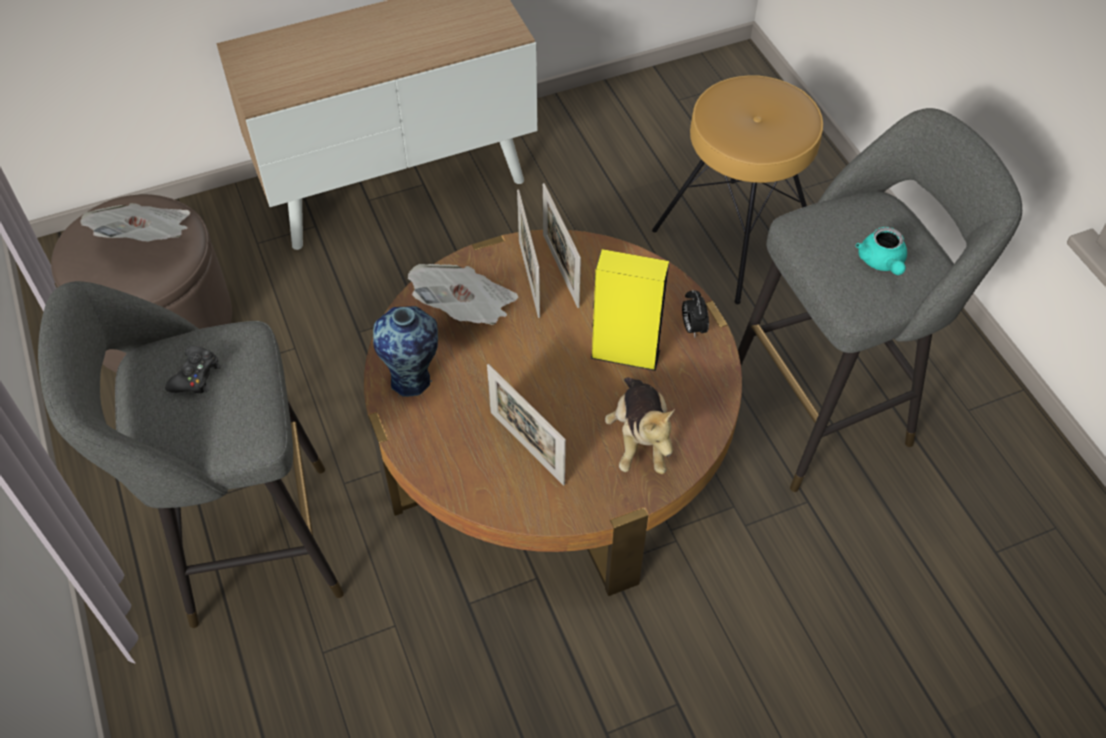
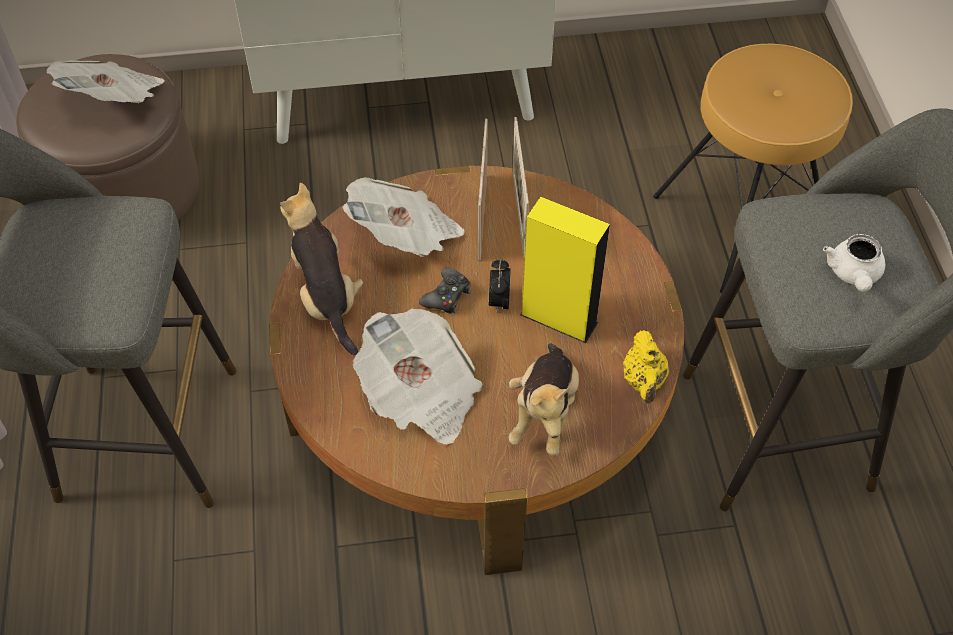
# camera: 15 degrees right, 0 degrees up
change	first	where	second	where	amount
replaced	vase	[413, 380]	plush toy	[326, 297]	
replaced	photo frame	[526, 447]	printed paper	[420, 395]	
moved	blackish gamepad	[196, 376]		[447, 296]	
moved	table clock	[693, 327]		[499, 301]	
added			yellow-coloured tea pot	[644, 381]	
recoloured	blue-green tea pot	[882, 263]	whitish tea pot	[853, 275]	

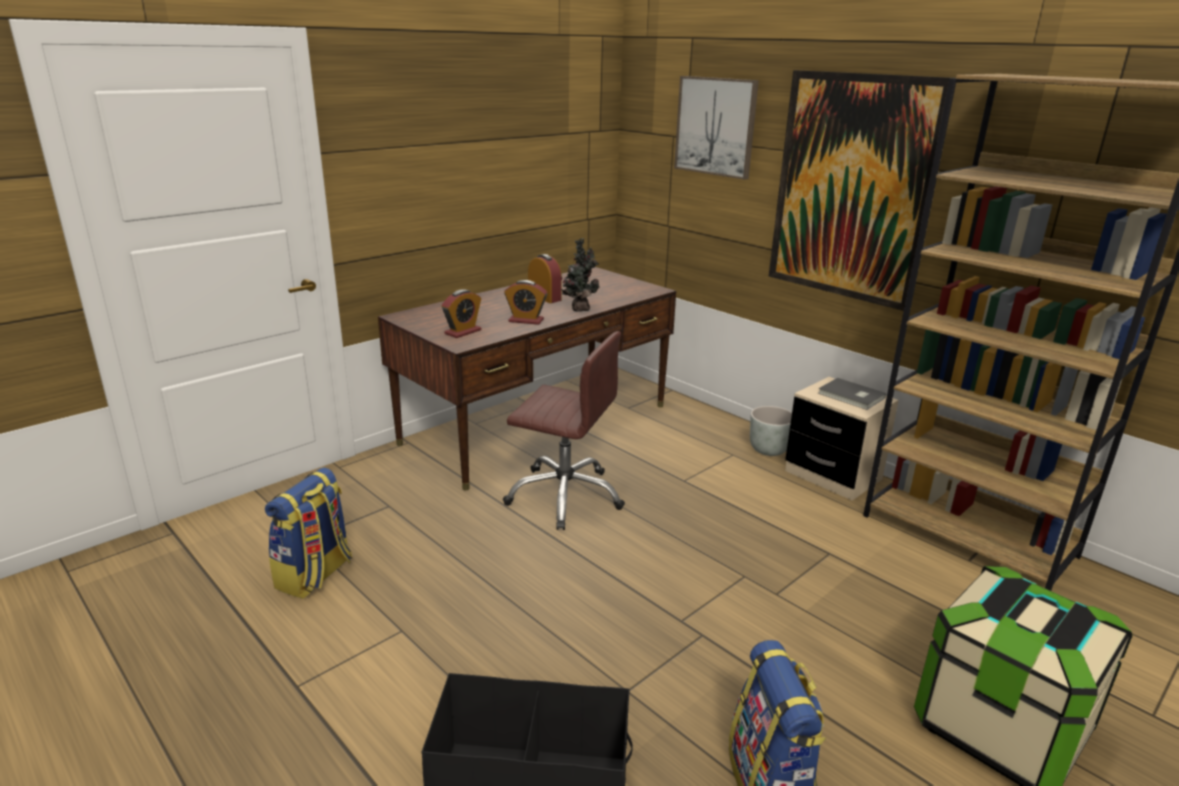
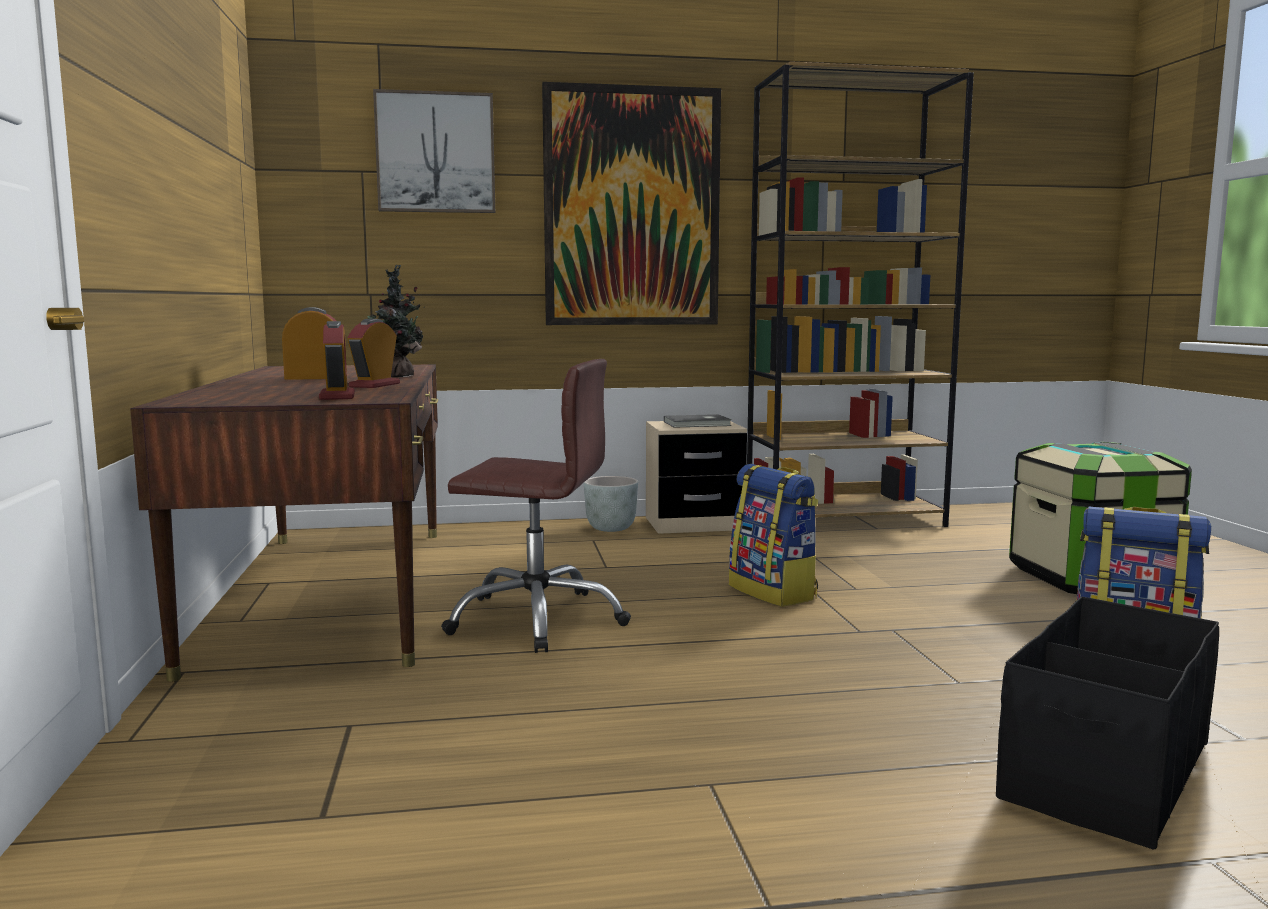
# camera: 55 degrees left, 15 degrees down
change	first	where	second	where	amount
turned	table clock	[526, 320]		[375, 385]	150 degrees clockwise
turned	brownish computer chair	[565, 496]		[537, 619]	45 degrees clockwise
moved	knapsack	[315, 575]		[774, 592]	

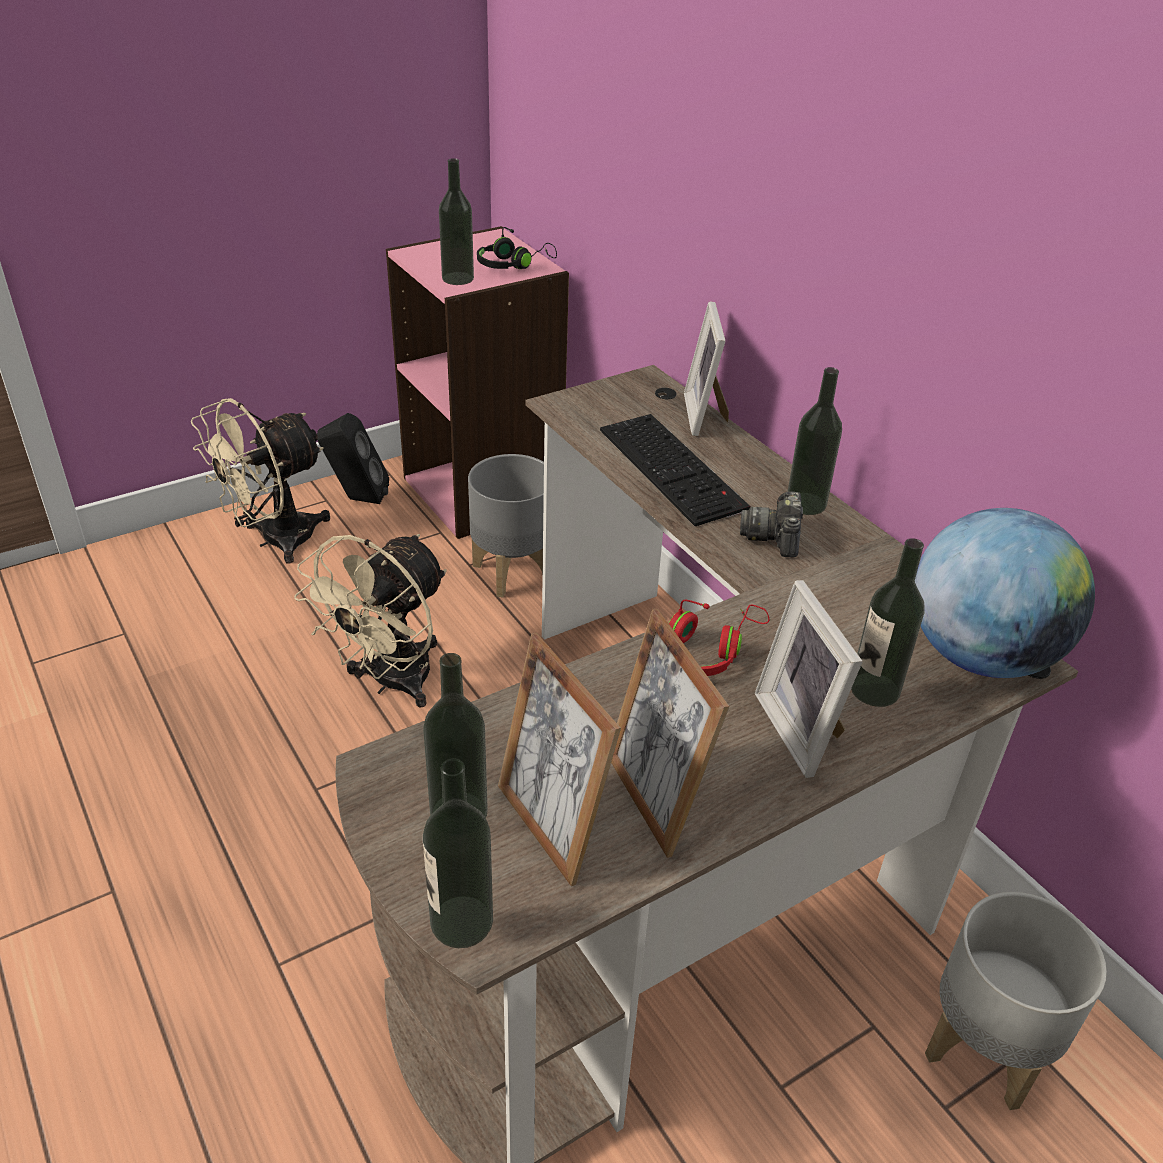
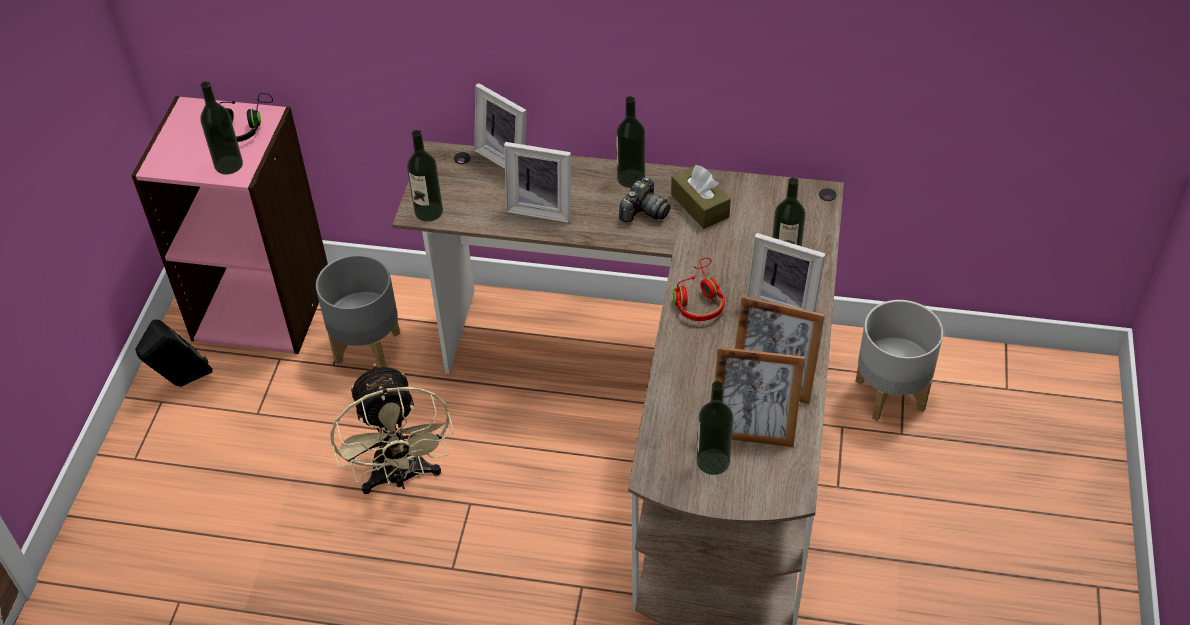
# camera: 45 degrees left, 10 degrees up
change	first	where	second	where	amount
moved	drink bottle	[461, 921]		[428, 211]	
replaced	keyboard	[674, 469]	photo frame	[541, 207]	
turned	still camera	[774, 537]		[644, 211]	105 degrees counterclockwise
added			brownish box of tissues	[700, 206]	
removed	beige cooling fan	[275, 541]			
removed	desk globe	[980, 655]			

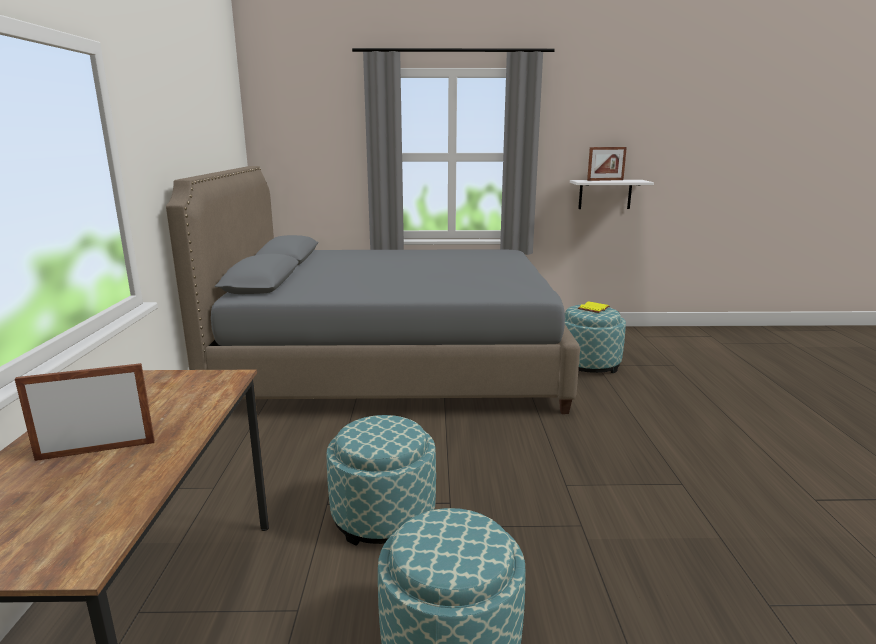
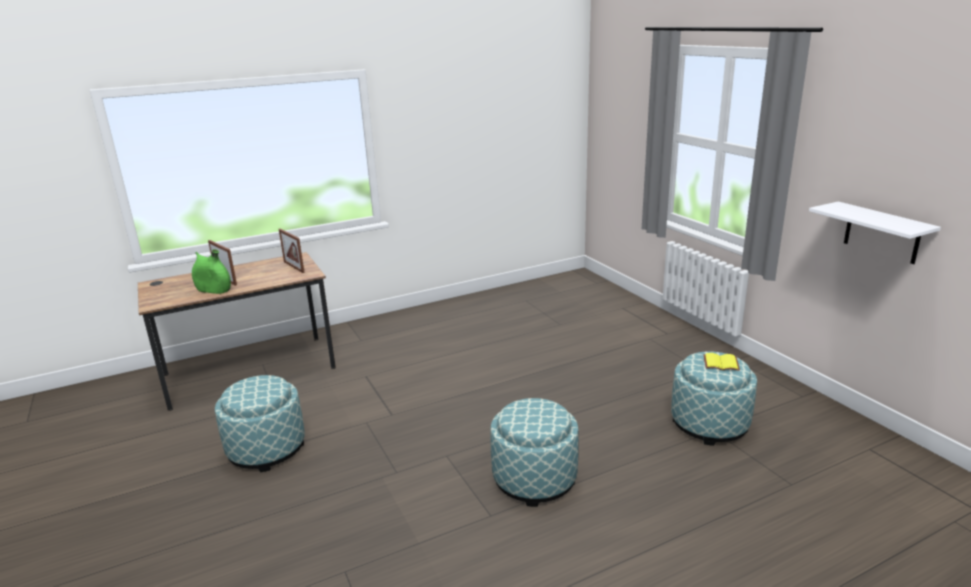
# camera: 65 degrees right, 5 degrees up
change	first	where	second	where	amount
added			green vase	[213, 290]	
moved	photo frame	[605, 180]		[294, 267]	
moved	footrest	[383, 515]		[534, 479]	
removed	grey sleeping bed	[393, 365]			

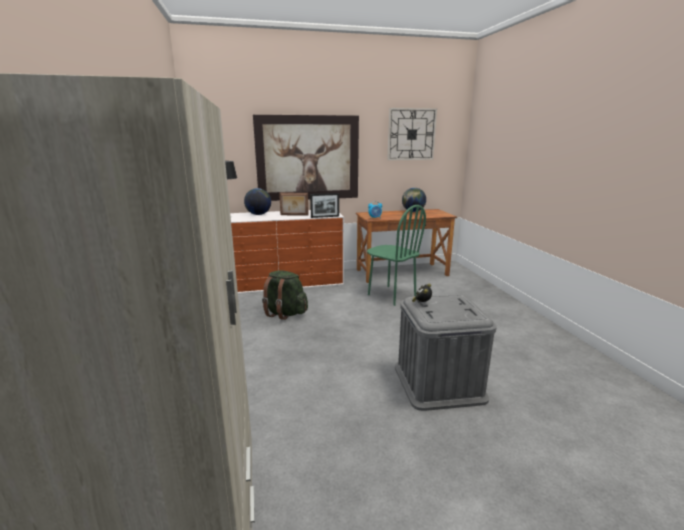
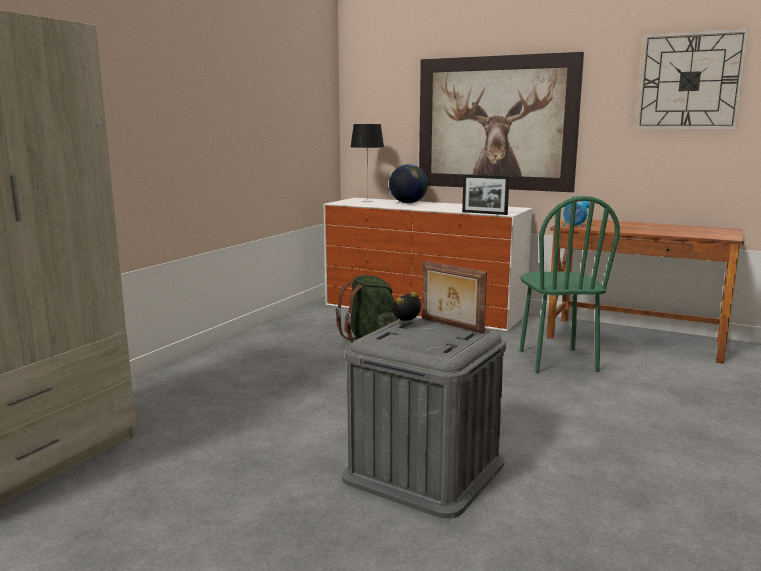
# camera: 40 degrees right, 5 degrees down
change	first	where	second	where	amount
moved	photo frame	[294, 215]		[451, 326]	
removed	desk globe	[413, 211]			

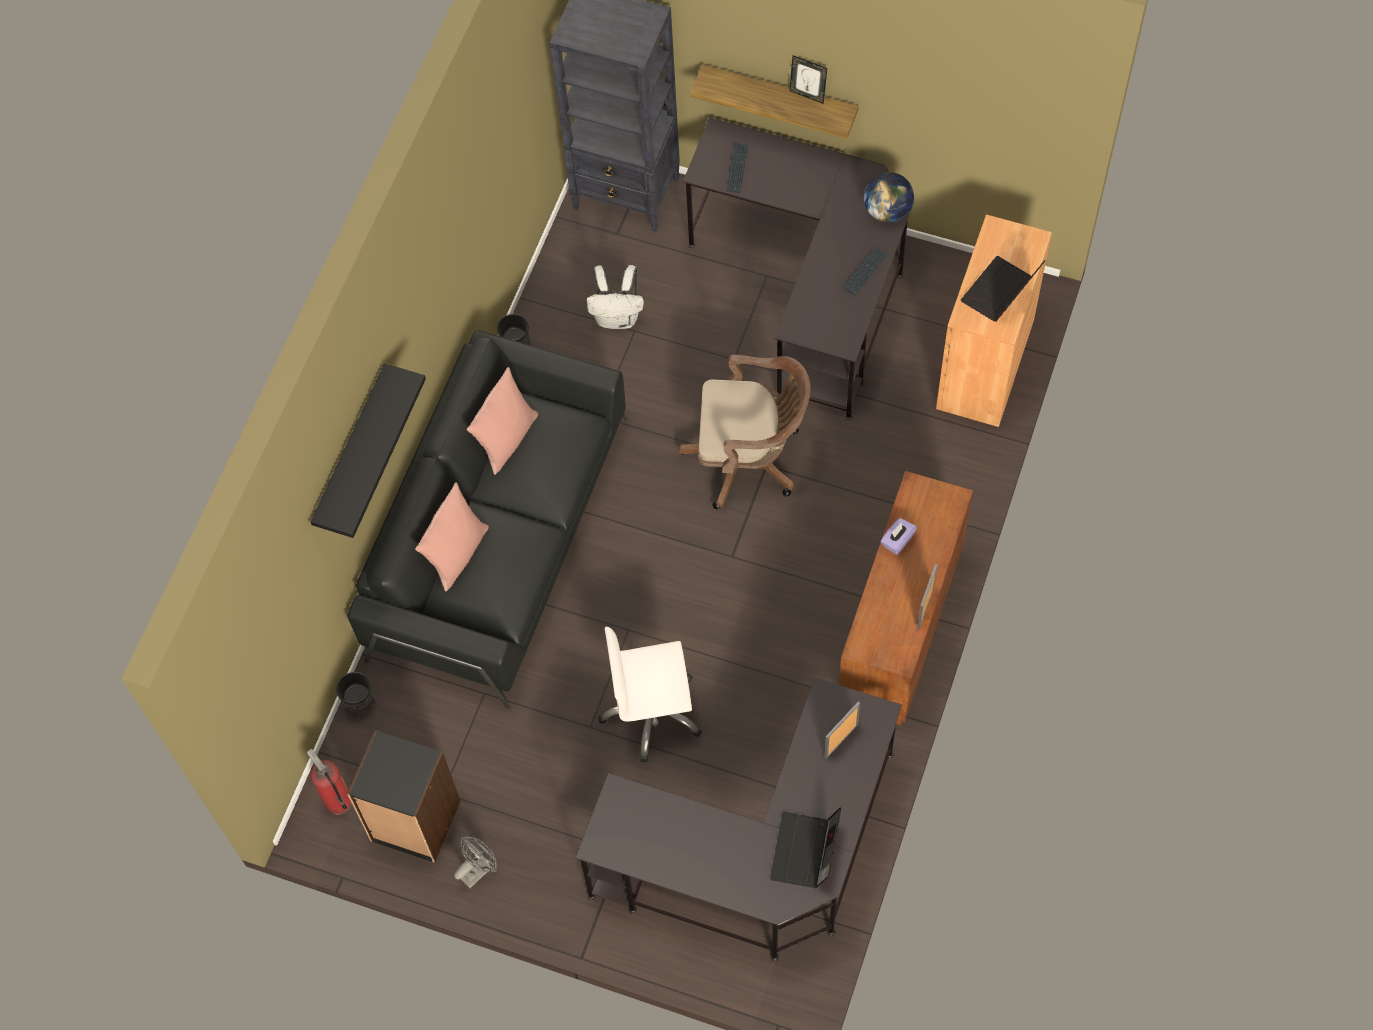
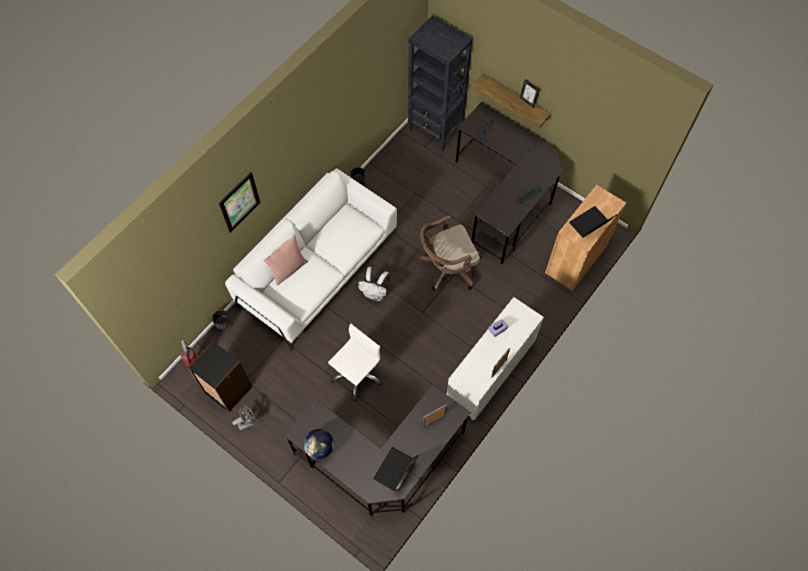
# camera: 15 degrees right, 0 degrees up
change	first	where	second	where	amount
replaced	blackish bracket shelf	[351, 451]	picture	[239, 202]	
recoloured	blackish settee	[499, 537]	whitish settee	[317, 269]	
moved	desk globe	[887, 211]		[320, 447]	
turned	whitish computer chair	[652, 713]		[357, 374]	120 degrees clockwise
moved	whitish knapsack	[618, 317]		[375, 293]	
turned	brownish computer chair	[749, 458]		[447, 268]	135 degrees clockwise
recoloured	brownish cupboard	[901, 631]	whitish cupboard	[490, 374]	
removed	pinkish pillow	[506, 439]			

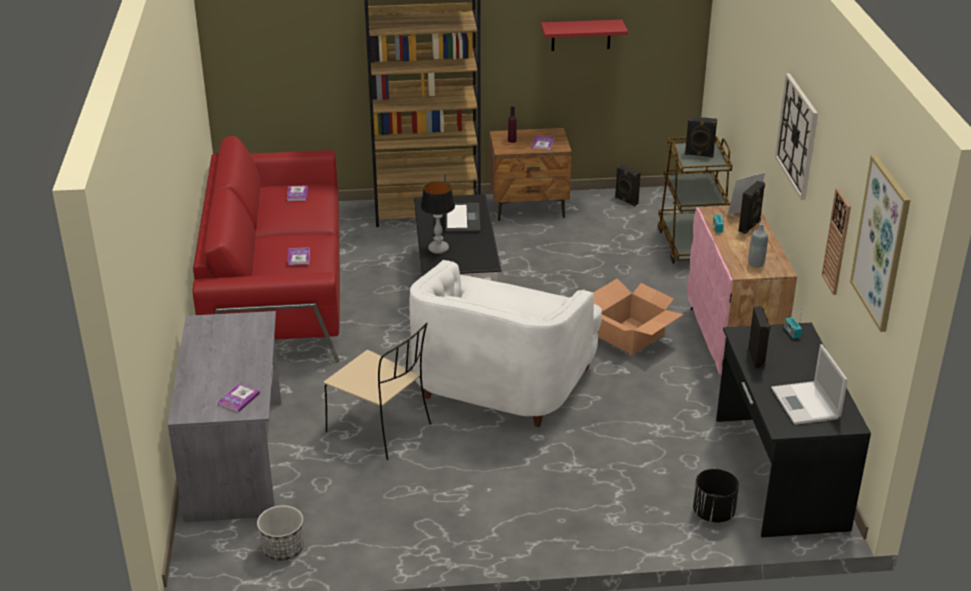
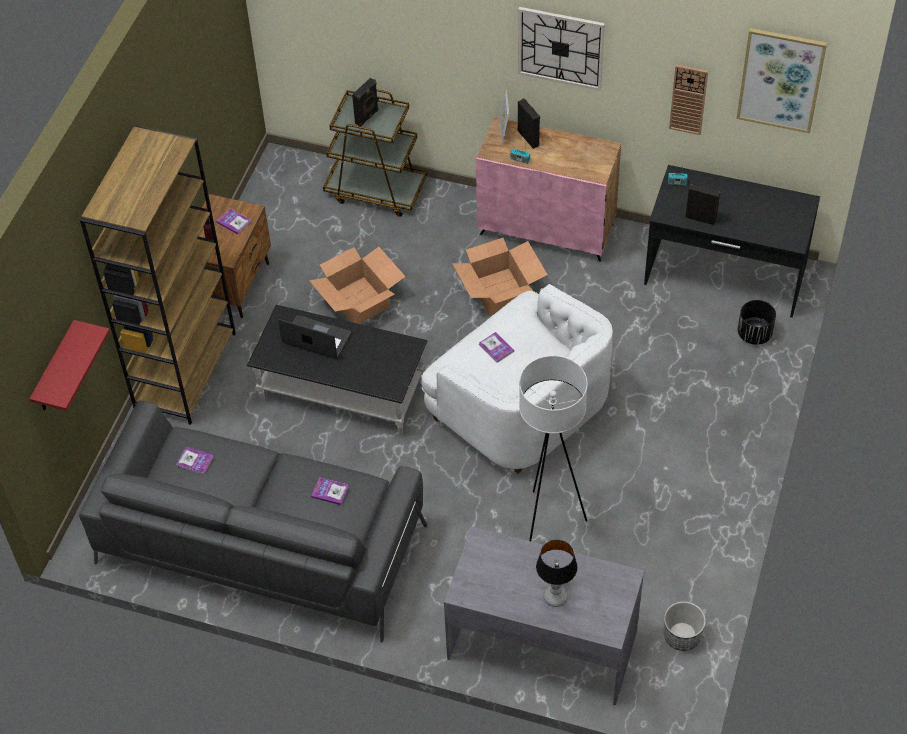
# camera: 65 degrees left, 20 degrees up
change	first	where	second	where	amount
moved	reddish bracket shelf	[581, 35]		[55, 370]	
recoloured	reddish settee	[277, 287]	grey settee	[261, 544]	
added			carton	[359, 301]	
moved	volume	[238, 399]		[496, 348]	
replaced	beige upright chair	[381, 429]	whitish standard lamp	[548, 520]	
moved	lamp for a table	[438, 249]		[555, 597]	
removed	blackish loudspeaker	[625, 201]			
removed	grey drink bottle	[756, 264]			
removed	notebook computer	[806, 404]			

